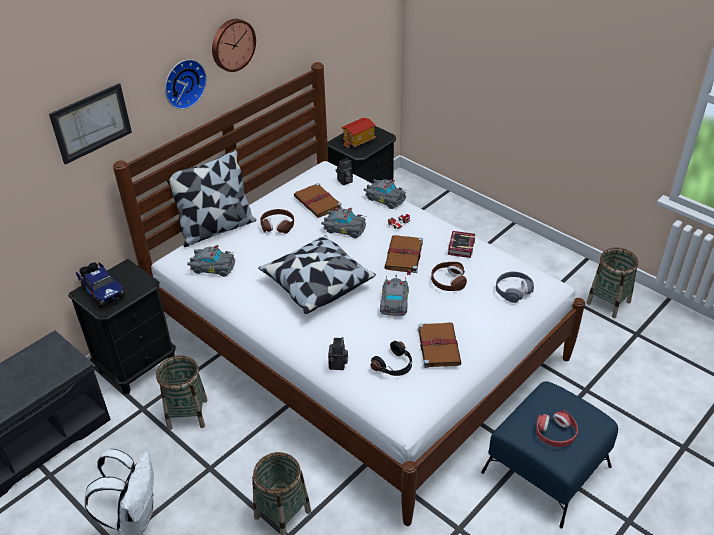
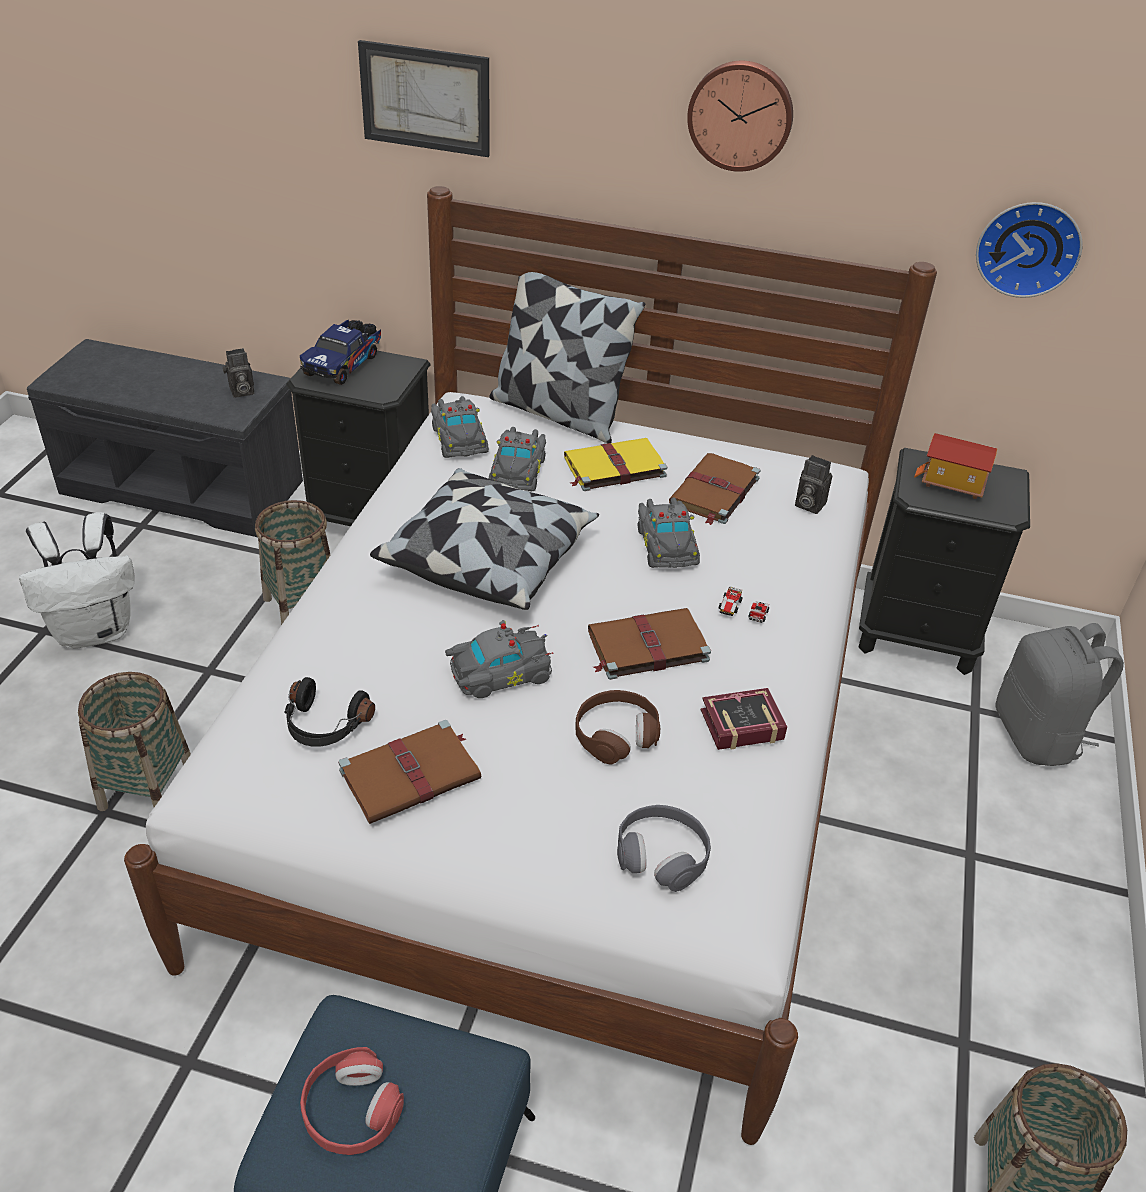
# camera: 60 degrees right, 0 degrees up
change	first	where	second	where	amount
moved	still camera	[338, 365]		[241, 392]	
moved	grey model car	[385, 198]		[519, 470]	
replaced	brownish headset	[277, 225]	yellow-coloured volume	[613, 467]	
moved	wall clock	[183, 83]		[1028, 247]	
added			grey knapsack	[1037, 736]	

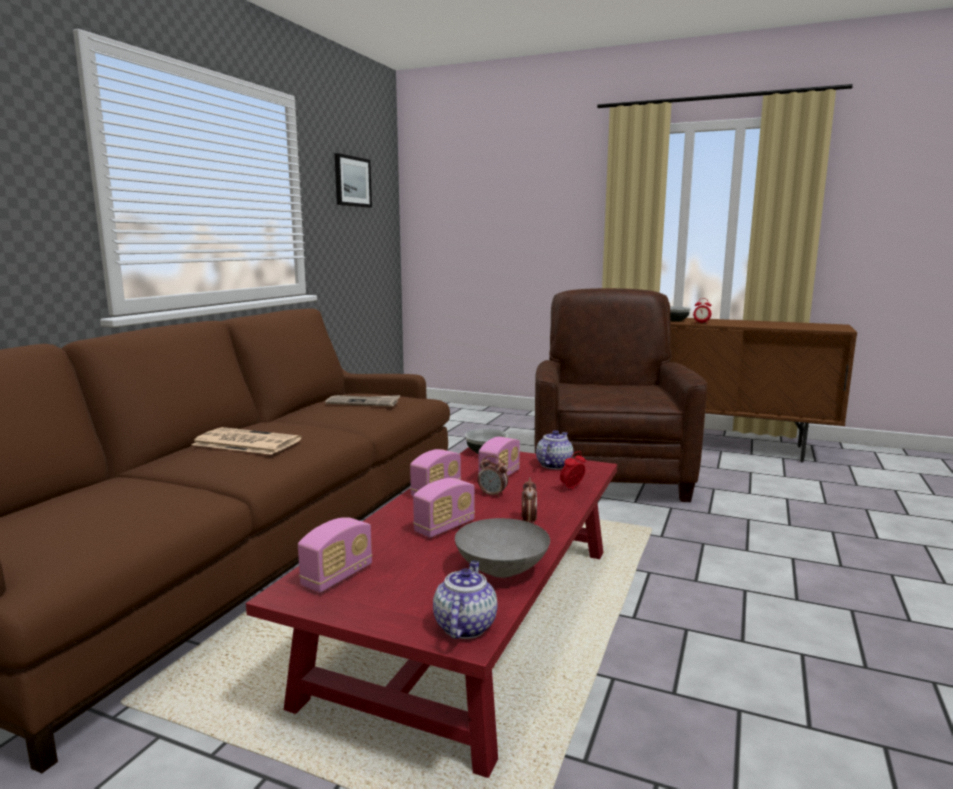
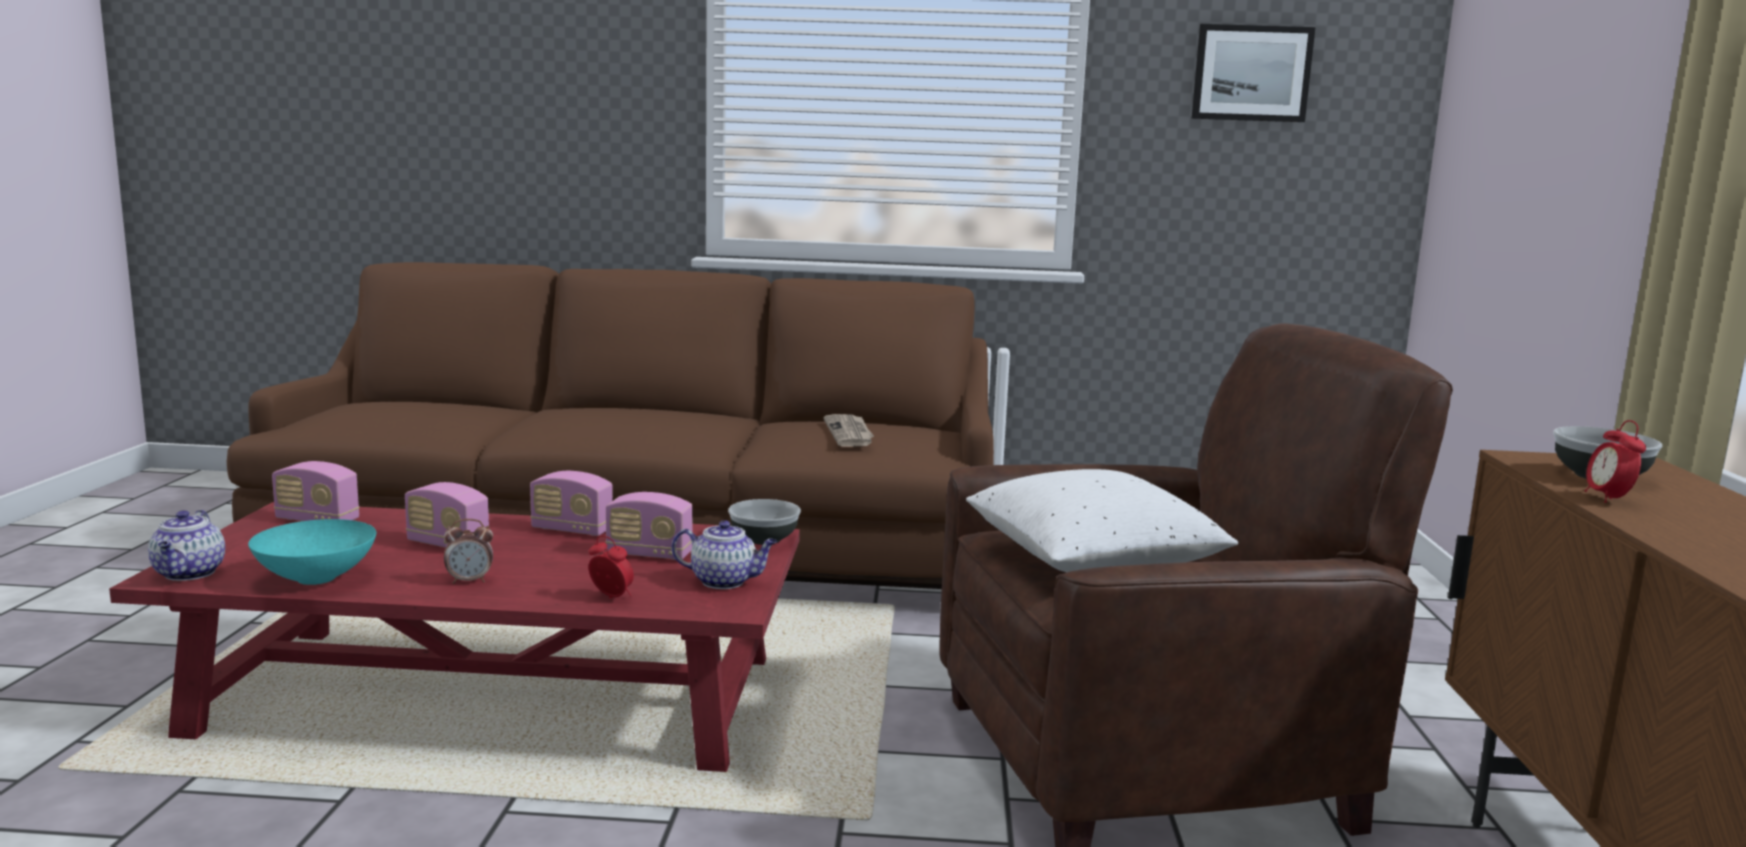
# camera: 70 degrees right, 0 degrees up
change	first	where	second	where	amount
turned	tea pot	[464, 626]		[189, 574]	90 degrees clockwise
recoloured	grey serving bowl	[500, 570]	blue-green serving bowl	[318, 578]	
added			whitish pillow	[1092, 562]	
removed	printed paper	[245, 442]			
removed	table clock	[493, 495]			

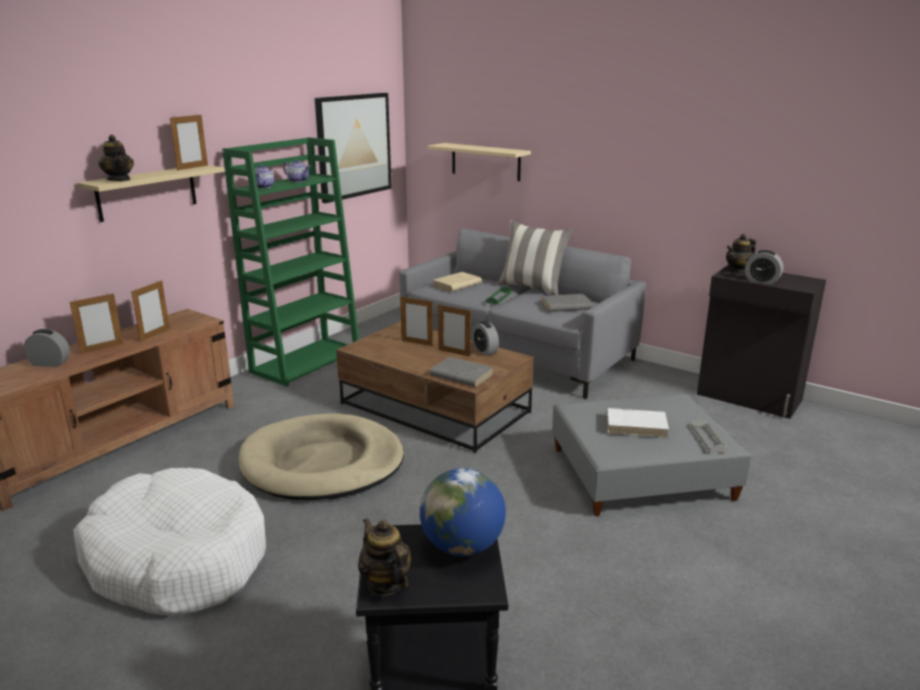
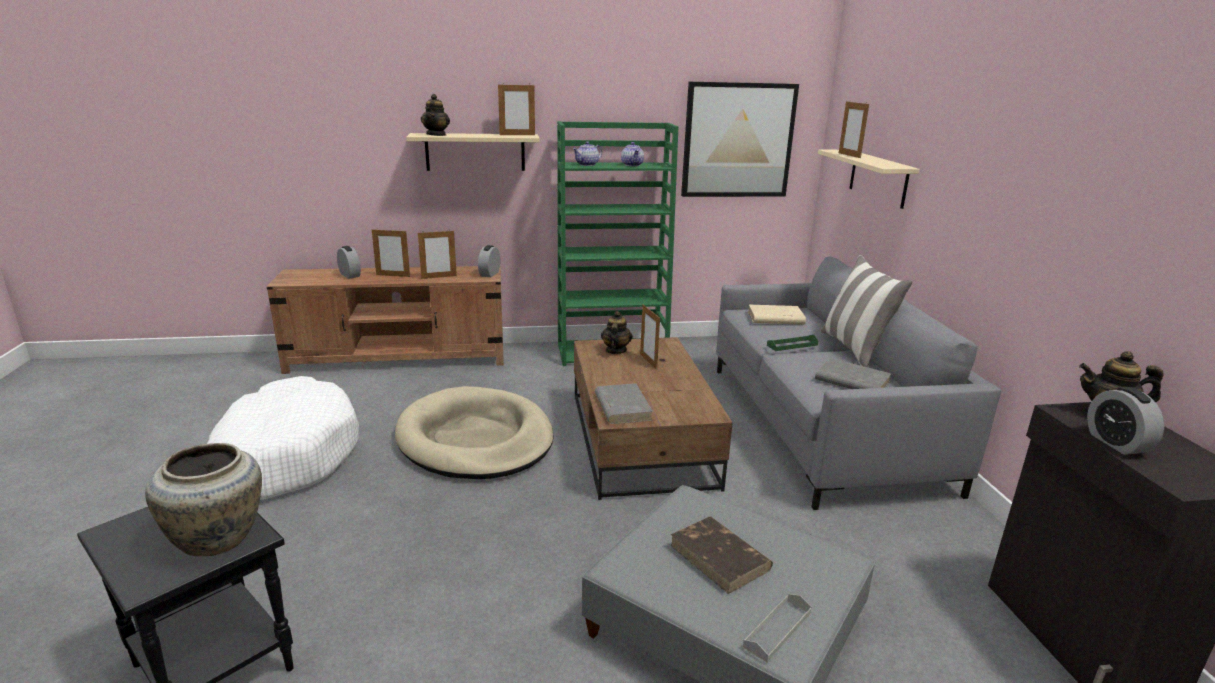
# camera: 45 degrees right, 0 degrees up
change	first	where	second	where	amount
replaced	desk globe	[462, 546]	beige vase	[218, 540]	
moved	table clock	[484, 351]		[489, 274]	
moved	tea pot	[385, 583]		[615, 350]	
recoloured	whitish volume	[637, 425]	brownish volume	[720, 557]	
moved	photo frame	[454, 353]		[849, 155]	

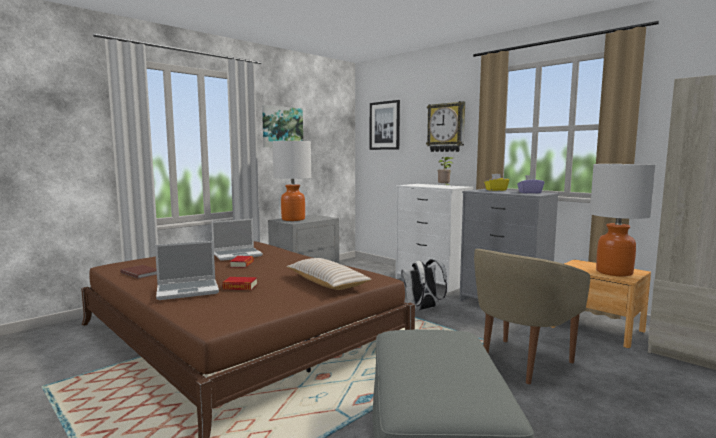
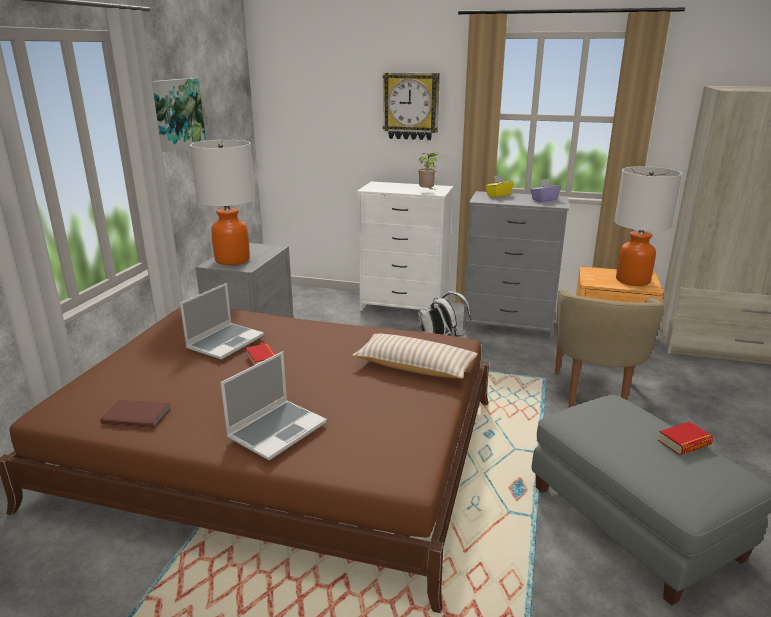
# camera: 30 degrees left, 15 degrees up
change	first	where	second	where	amount
moved	volume	[240, 287]		[684, 443]	
removed	picture	[384, 125]			

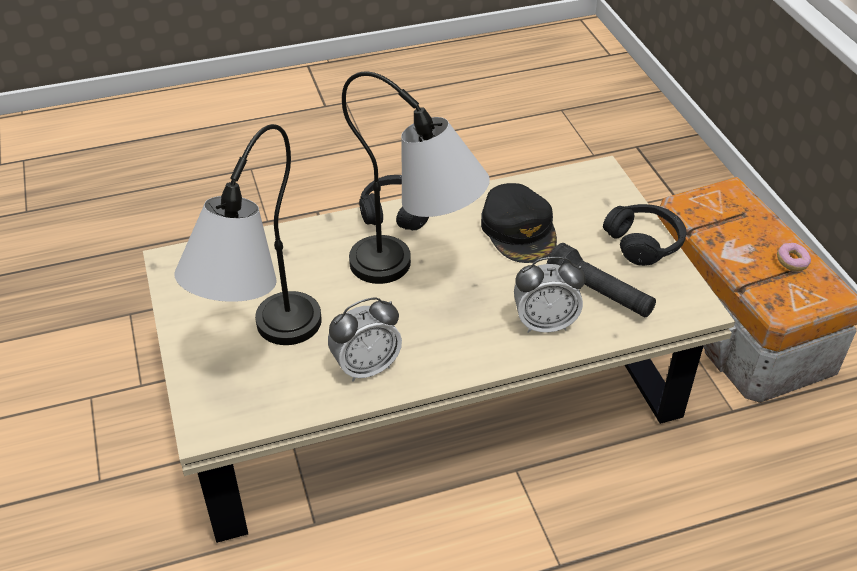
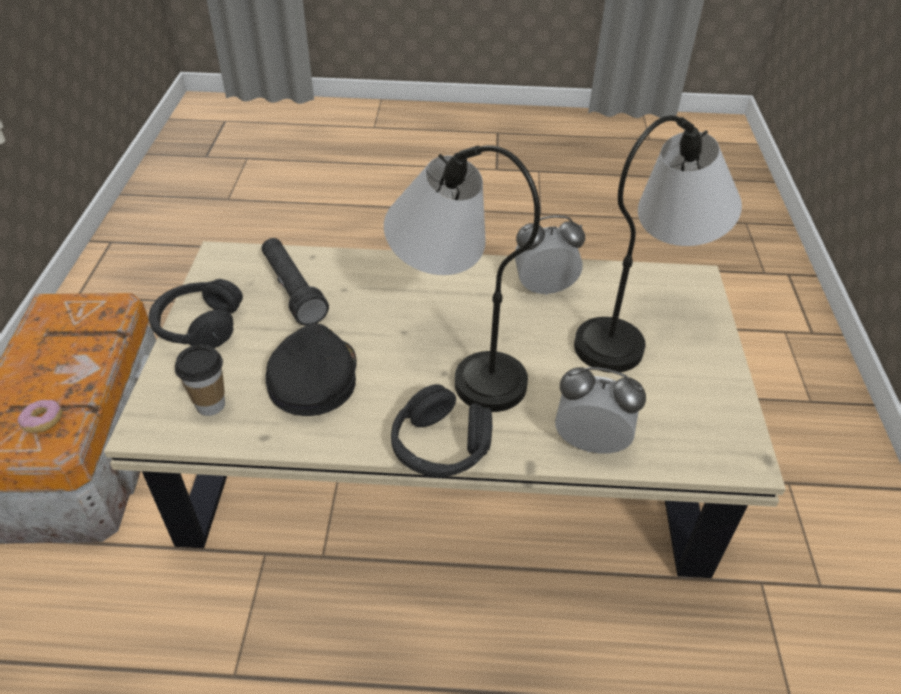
# camera: 160 degrees left, 0 degrees up
change	first	where	second	where	amount
moved	ring doughnut	[791, 262]		[43, 422]	
added			small cup	[211, 405]	
moved	table clock	[545, 323]		[590, 443]	

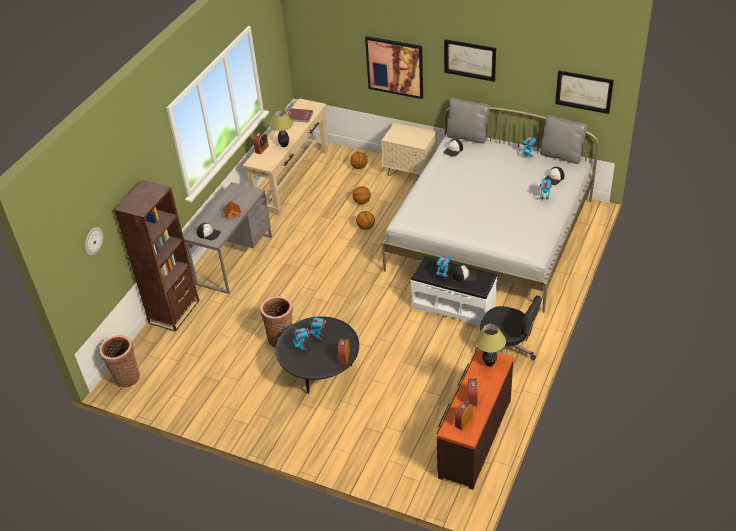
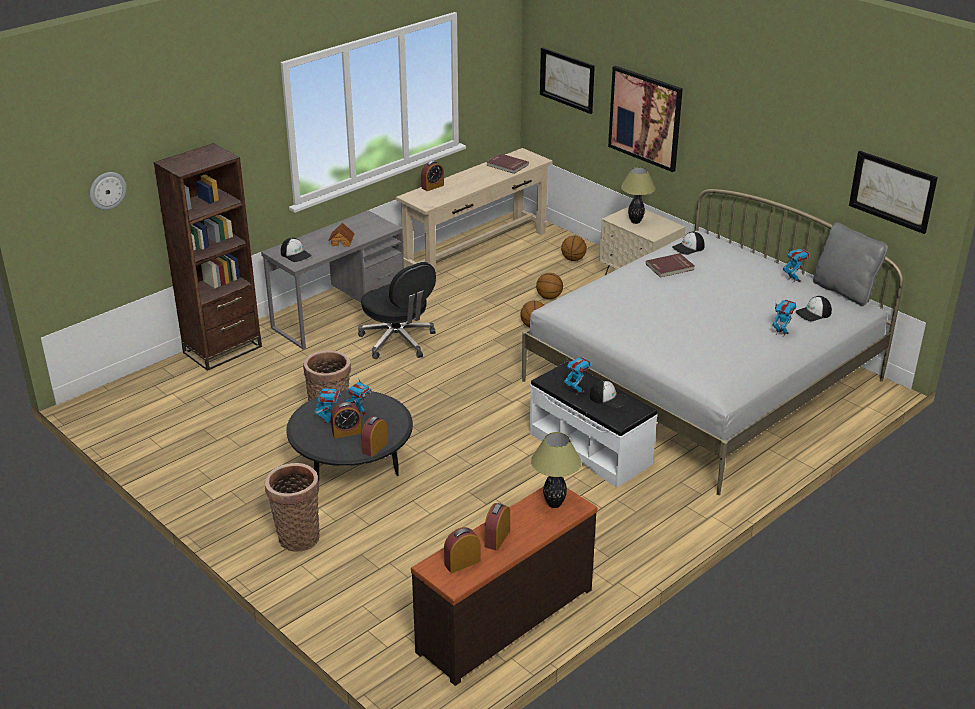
# camera: 20 degrees right, 10 degrees down
change	first	where	second	where	amount
moved	storage basket	[125, 377]		[297, 536]	
added			table clock	[346, 432]	
moved	blackish computer chair	[507, 349]		[398, 341]	
moved	picture	[470, 60]		[567, 80]	
moved	lamp for a table	[284, 145]		[635, 221]	
added			reddish volume	[670, 267]	
removed	grey pillow	[467, 137]			

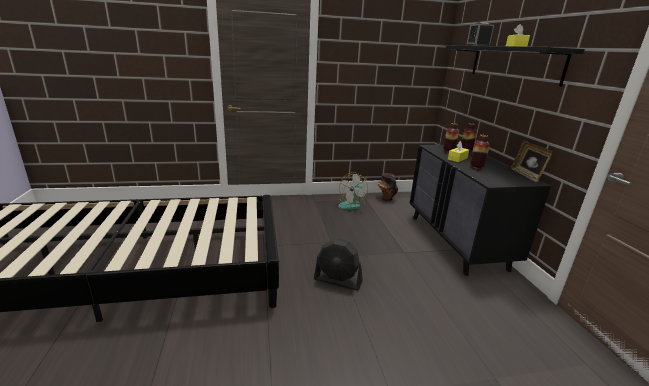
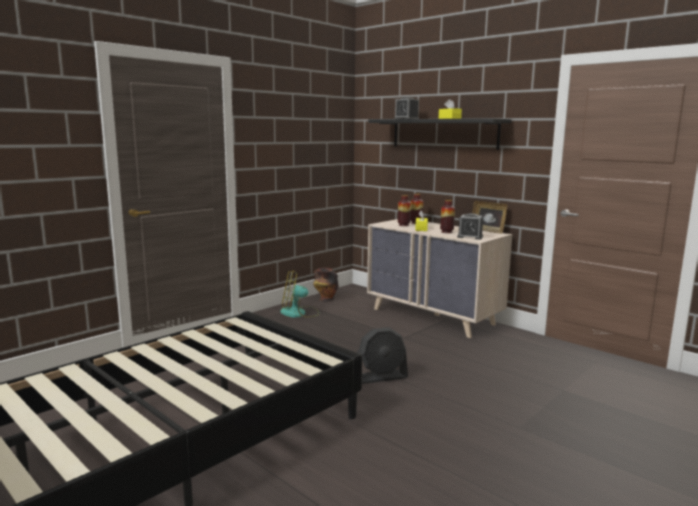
# camera: 35 degrees left, 10 degrees down
change	first	where	second	where	amount
turned	cooling fan	[352, 204]		[299, 313]	90 degrees clockwise
recoloured	blackish dresser	[456, 242]	beige dresser	[433, 317]	
added			table clock	[470, 237]	

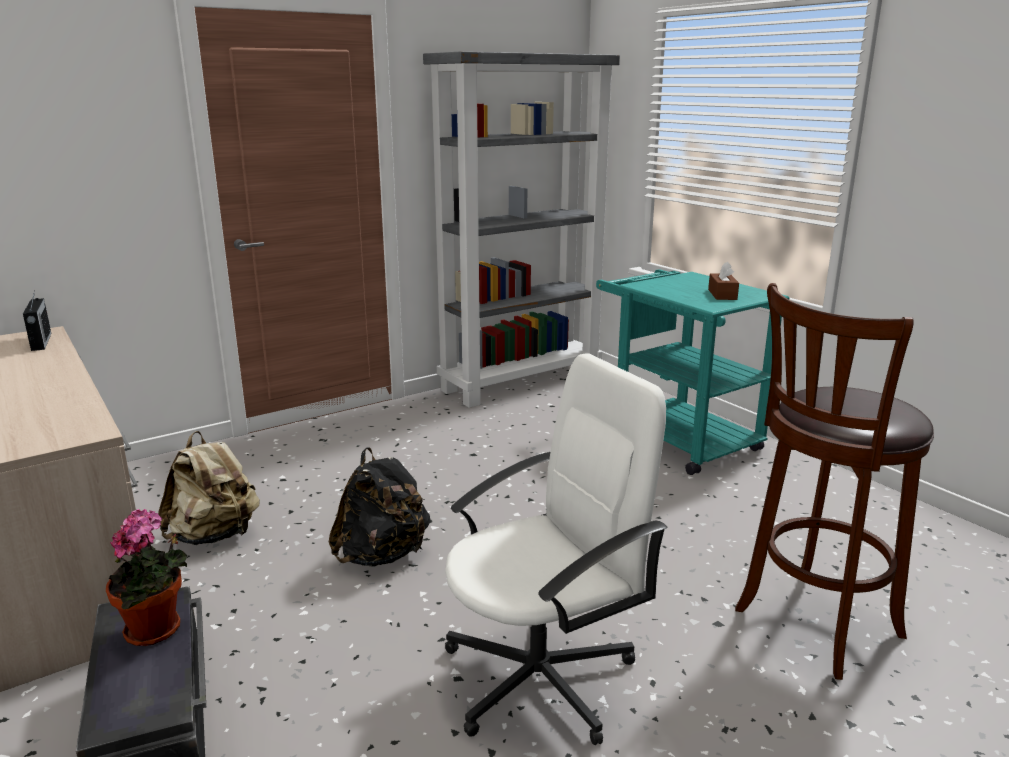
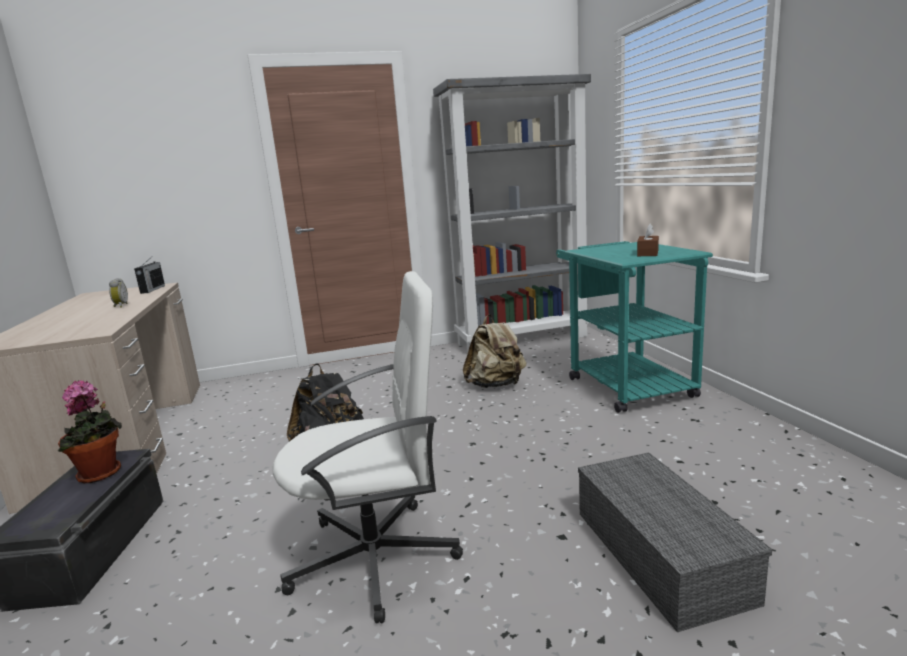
# camera: 20 degrees right, 5 degrees down
change	first	where	second	where	amount
added			table clock	[120, 306]	
moved	beige knapsack	[214, 535]		[496, 385]	
replaced	brownish stool	[812, 626]	grey storage box	[656, 552]	

